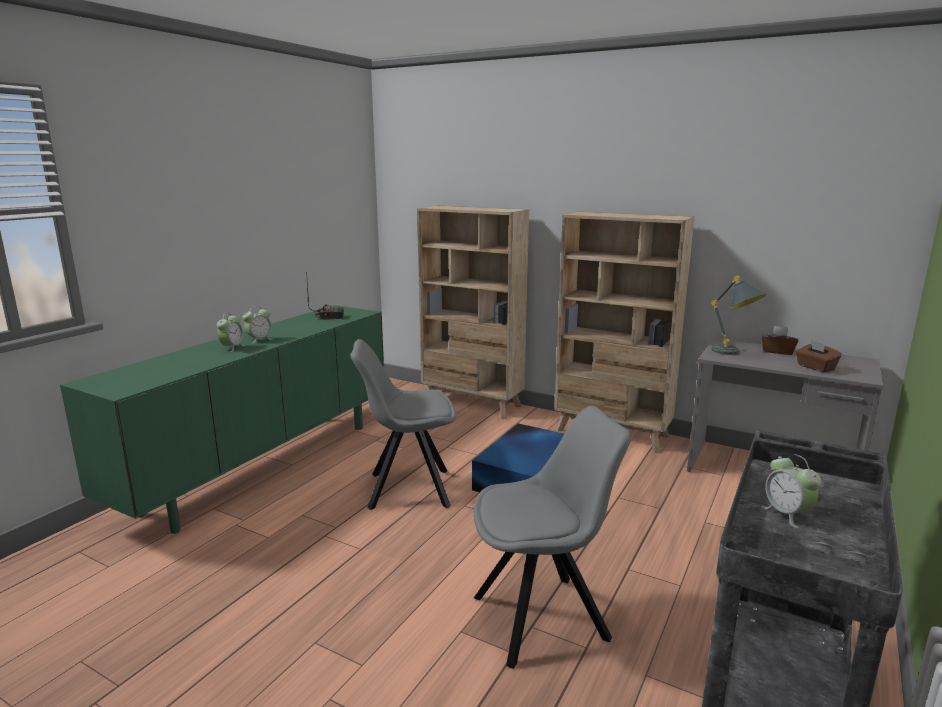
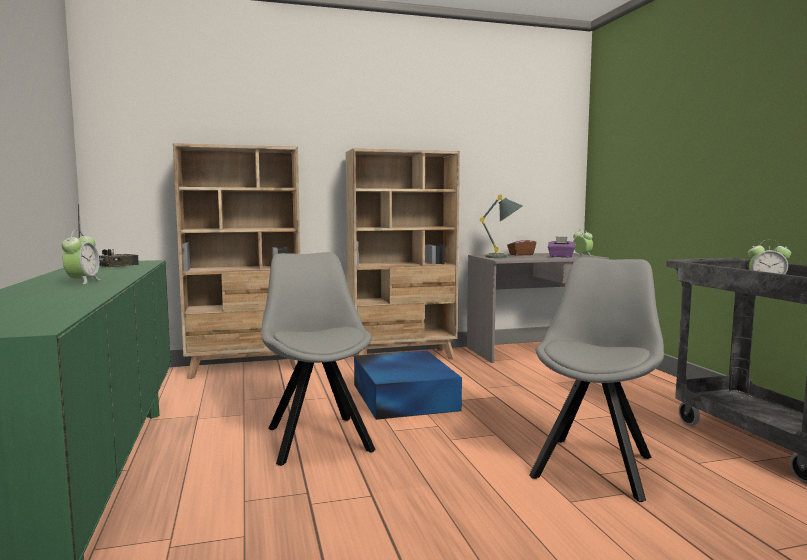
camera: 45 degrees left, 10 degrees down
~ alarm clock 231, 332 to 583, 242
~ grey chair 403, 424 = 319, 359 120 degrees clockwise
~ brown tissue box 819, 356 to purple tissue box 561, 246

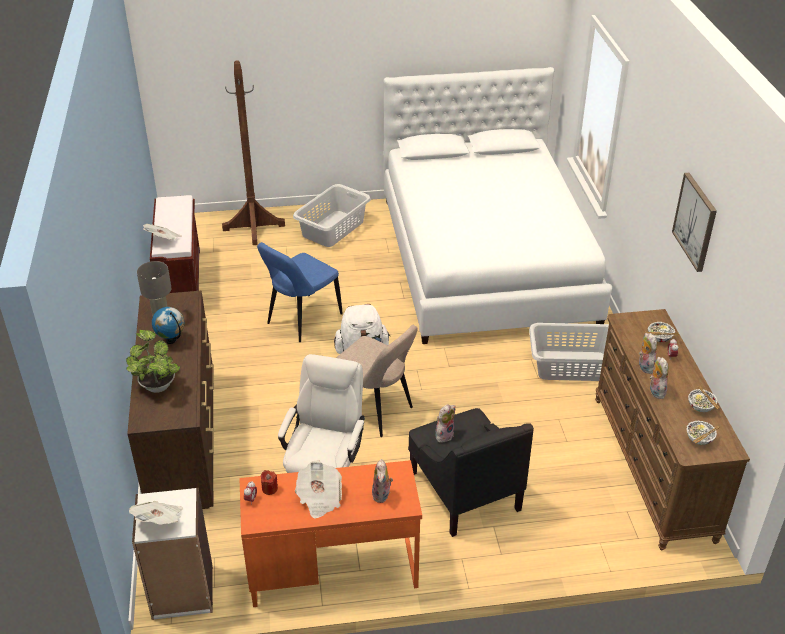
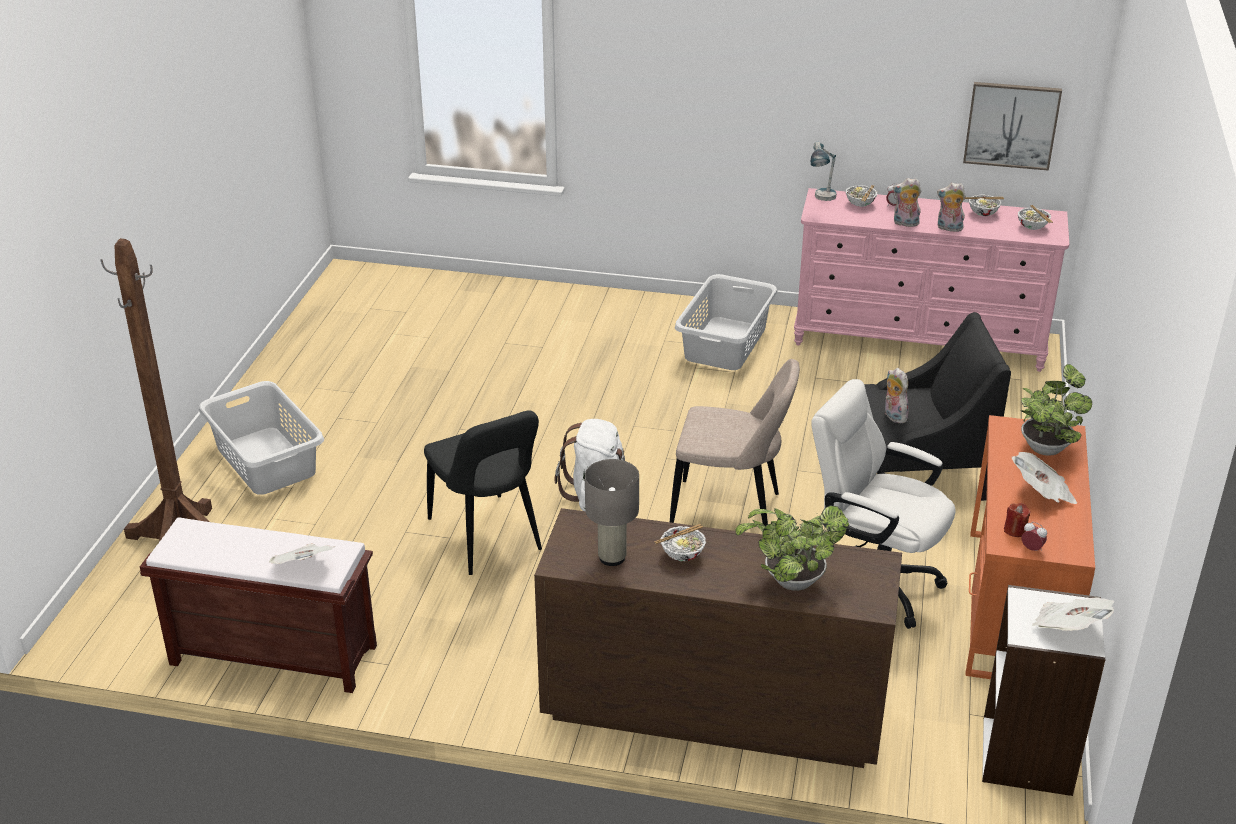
camera: 70 degrees left, 5 degrees down
~ globe 168, 325 to bowl 680, 542
~ blue chair 300, 292 to black chair 483, 492
~ beige chair 377, 381 = 735, 442 45 degrees clockwise
~ plush toy 382, 481 to potted plant 1056, 410
- white bed 497, 205
~ brown dresser 672, 429 to pink dresser 931, 280
~ picture 694, 222 to 1012, 126
+ table lamp 823, 171

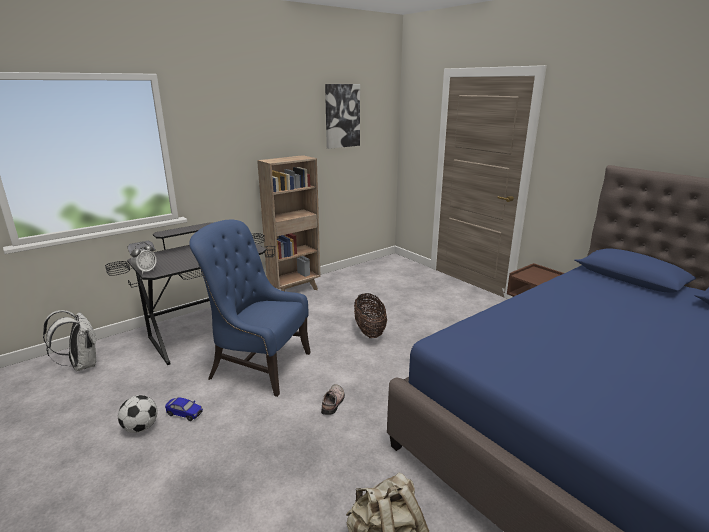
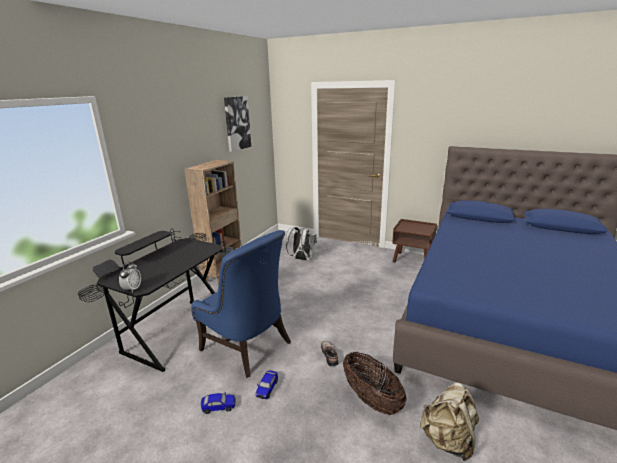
camera: 25 degrees left, 0 degrees up
~ white backpack 69, 340 to 301, 244
- football 138, 414
~ blue chair 250, 308 = 241, 304 135 degrees counterclockwise
~ basket 370, 315 to 375, 383
+ toy car 267, 385

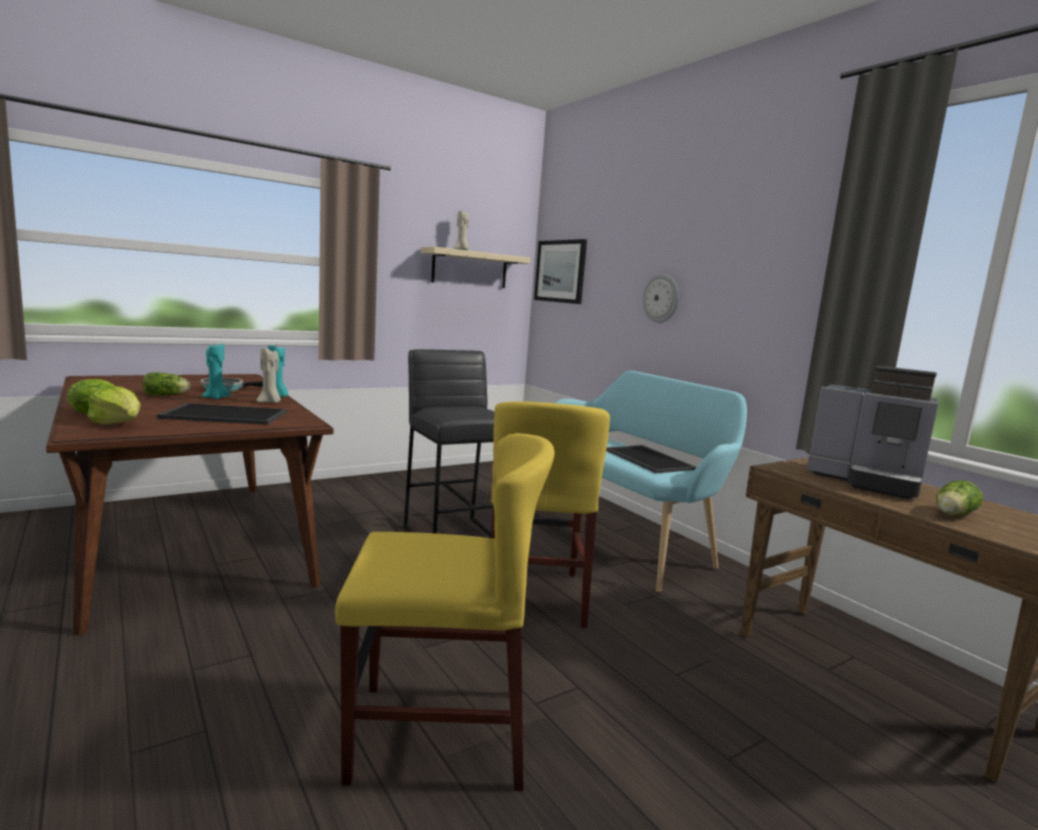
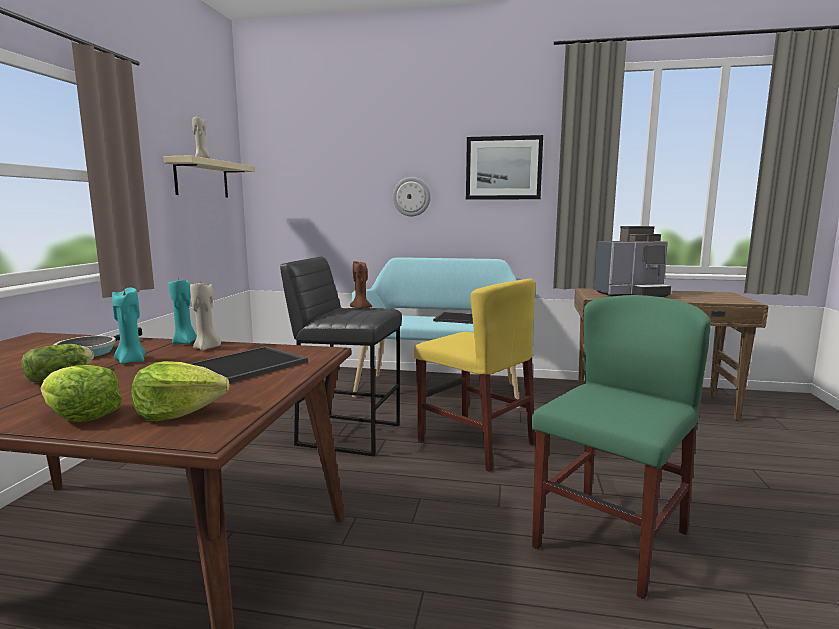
camera: 45 degrees left, 0 degrees up
~ yellow chair 445, 612 to green chair 621, 447
~ picture 560, 271 to 504, 167
- lettuce 959, 498
+ brown candle 361, 285

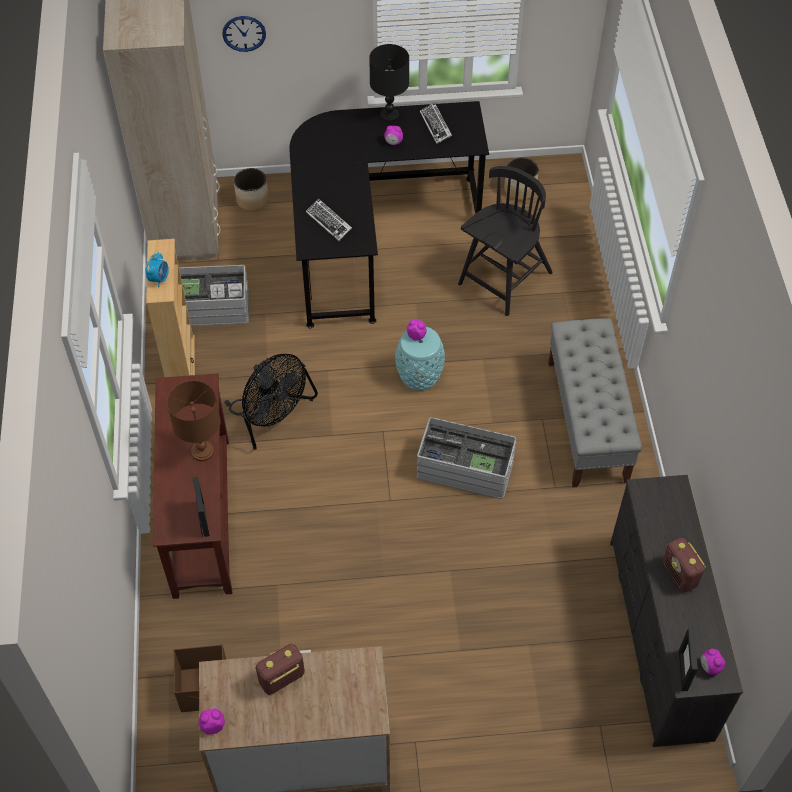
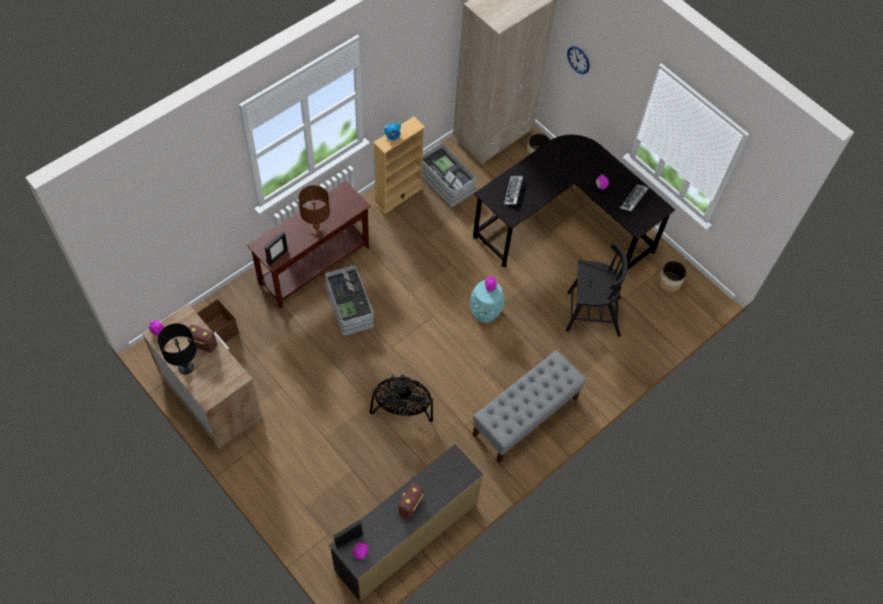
camera: 50 degrees right, 5 degrees up
~ black fan 271, 402 to 401, 398
~ black table lamp 389, 83 to 177, 348
~ grey storage box 466, 458 to 349, 300

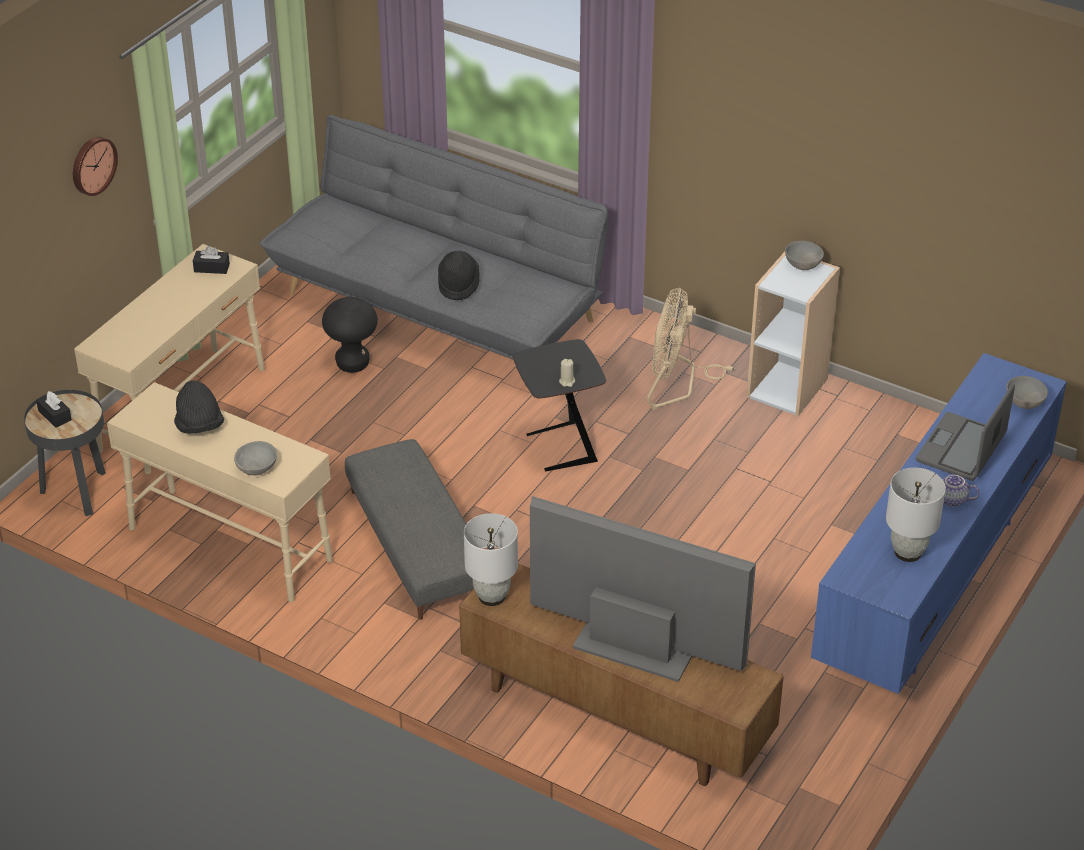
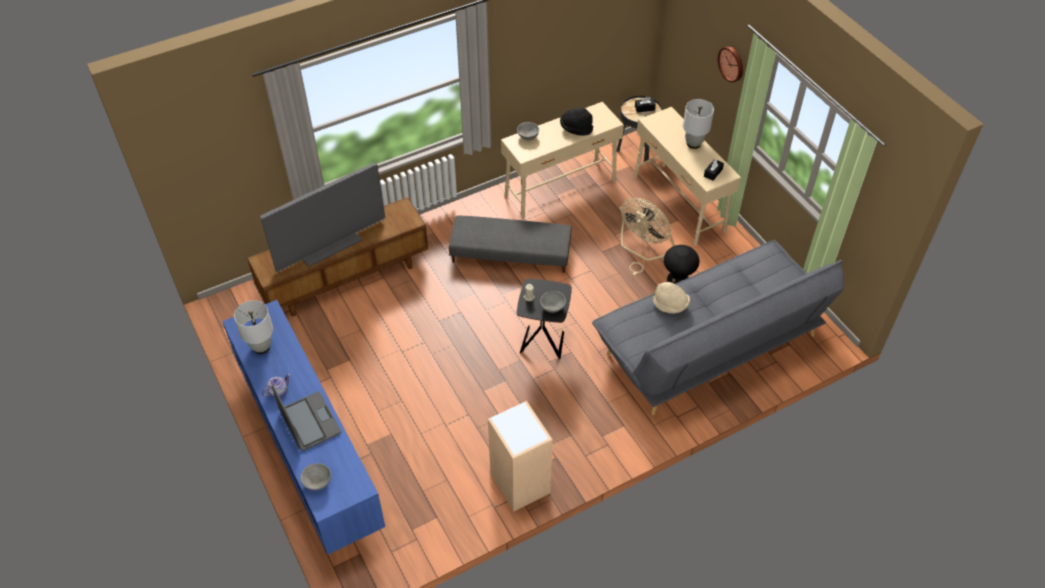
camera: 120 degrees right, 10 degrees up
~ black hat 459, 275 to beige hat 671, 298
~ white table lamp 491, 559 to 698, 124
~ beige fan 691, 349 to 647, 237
~ grey bowl 804, 255 to 553, 302

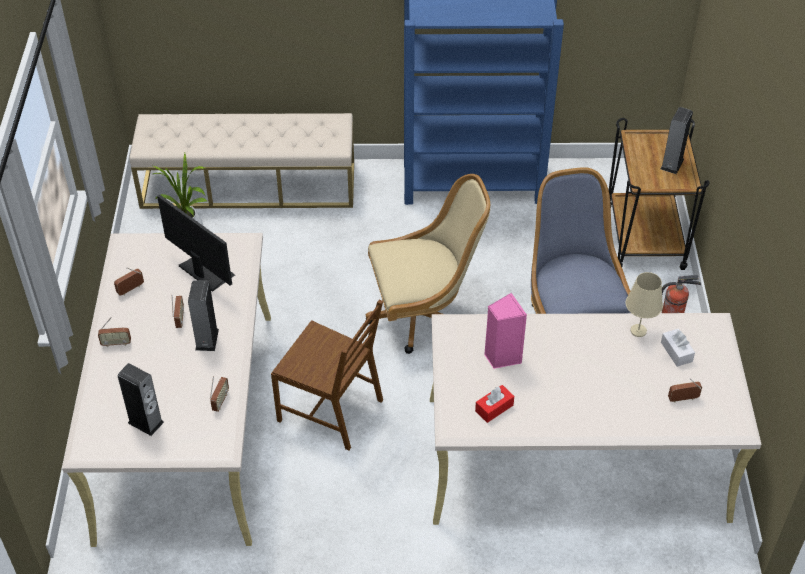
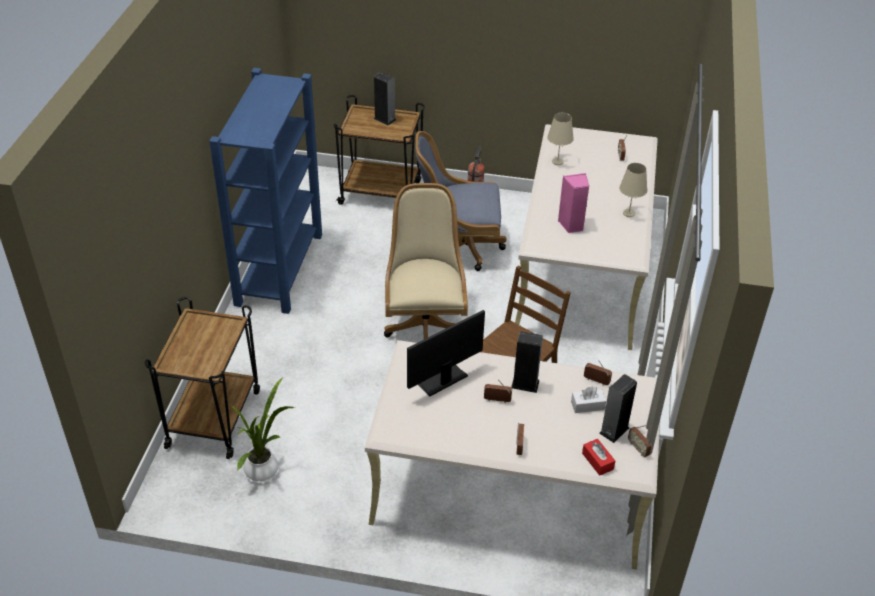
camera: 80 degrees left, 5 degrees down
~ radio 129, 281 to 640, 441
~ beige bench 241, 161 to brown cart 202, 378
~ red tissue box 494, 404 to 598, 457
~ white tissue box 678, 347 to 588, 400
+ beige table lamp 633, 190

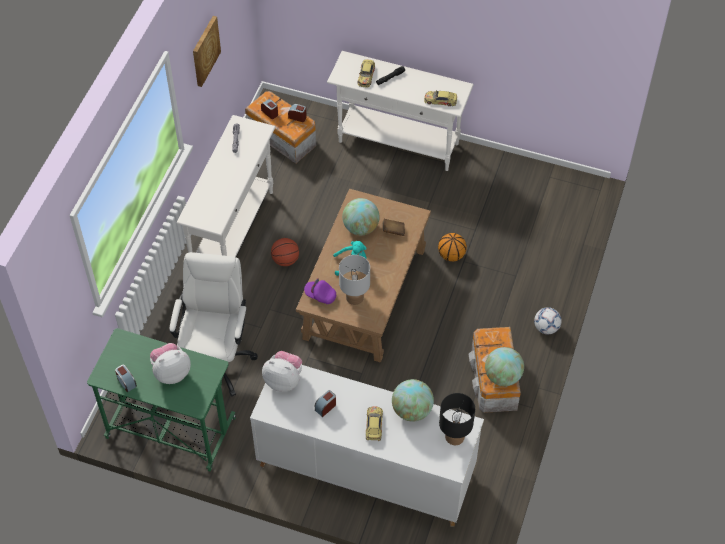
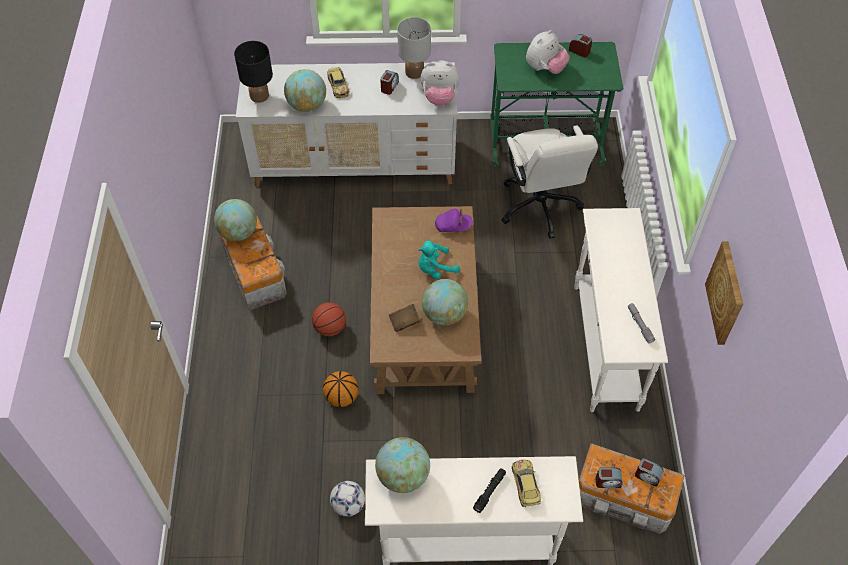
camera: 160 degrees right, 0 degrees up
~ basketball 285, 252 to 329, 319
~ grey table lamp 354, 280 to 414, 48
~ toy car 440, 98 to globe 402, 465
~ football 547, 320 to 347, 499

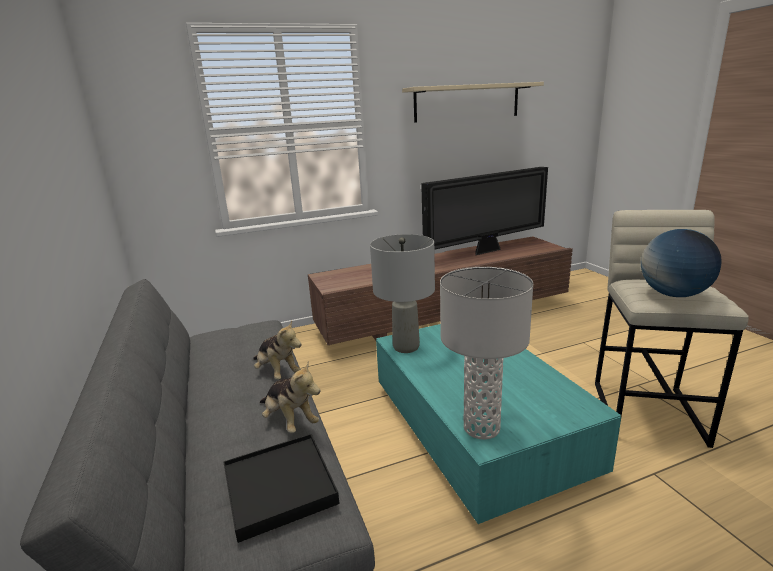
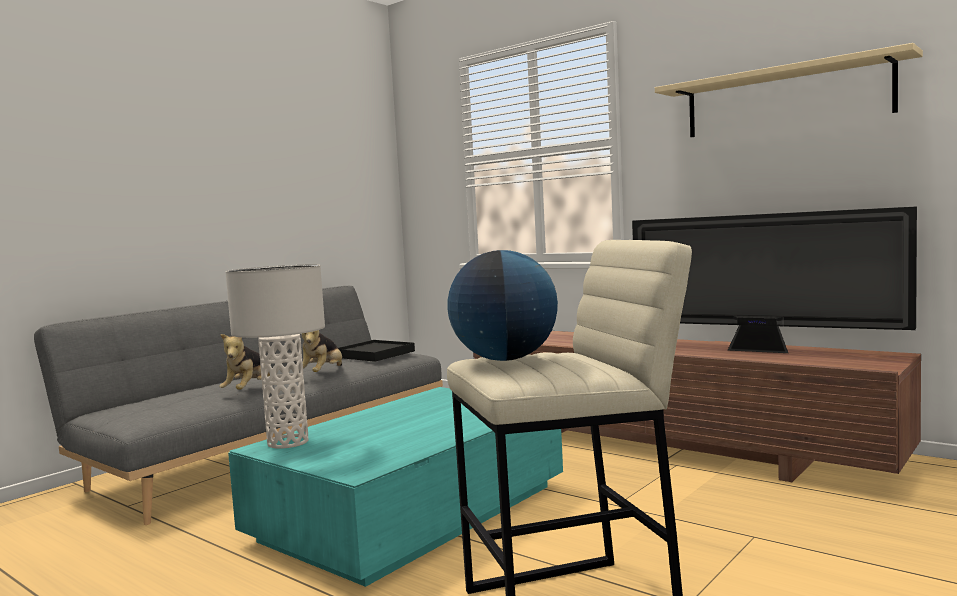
camera: 60 degrees right, 15 degrees down
~ black tray 281, 488 to 376, 351
- grey table lamp 402, 293

